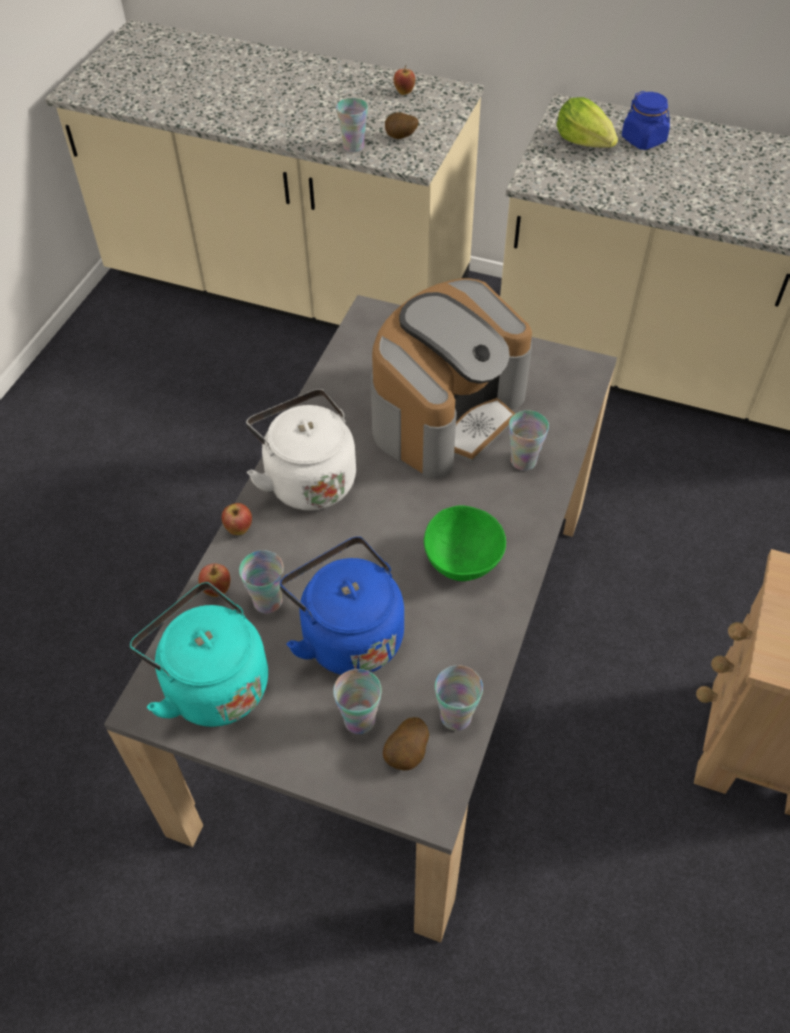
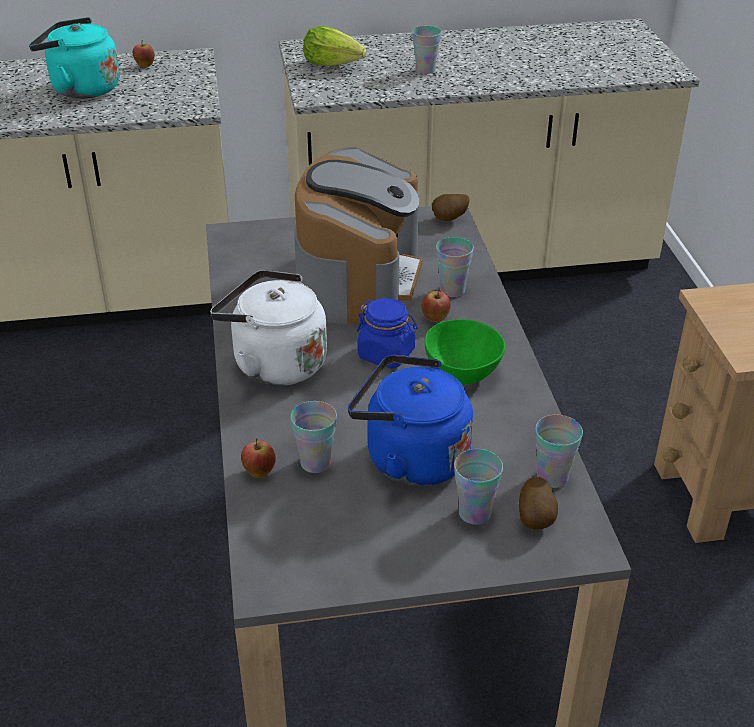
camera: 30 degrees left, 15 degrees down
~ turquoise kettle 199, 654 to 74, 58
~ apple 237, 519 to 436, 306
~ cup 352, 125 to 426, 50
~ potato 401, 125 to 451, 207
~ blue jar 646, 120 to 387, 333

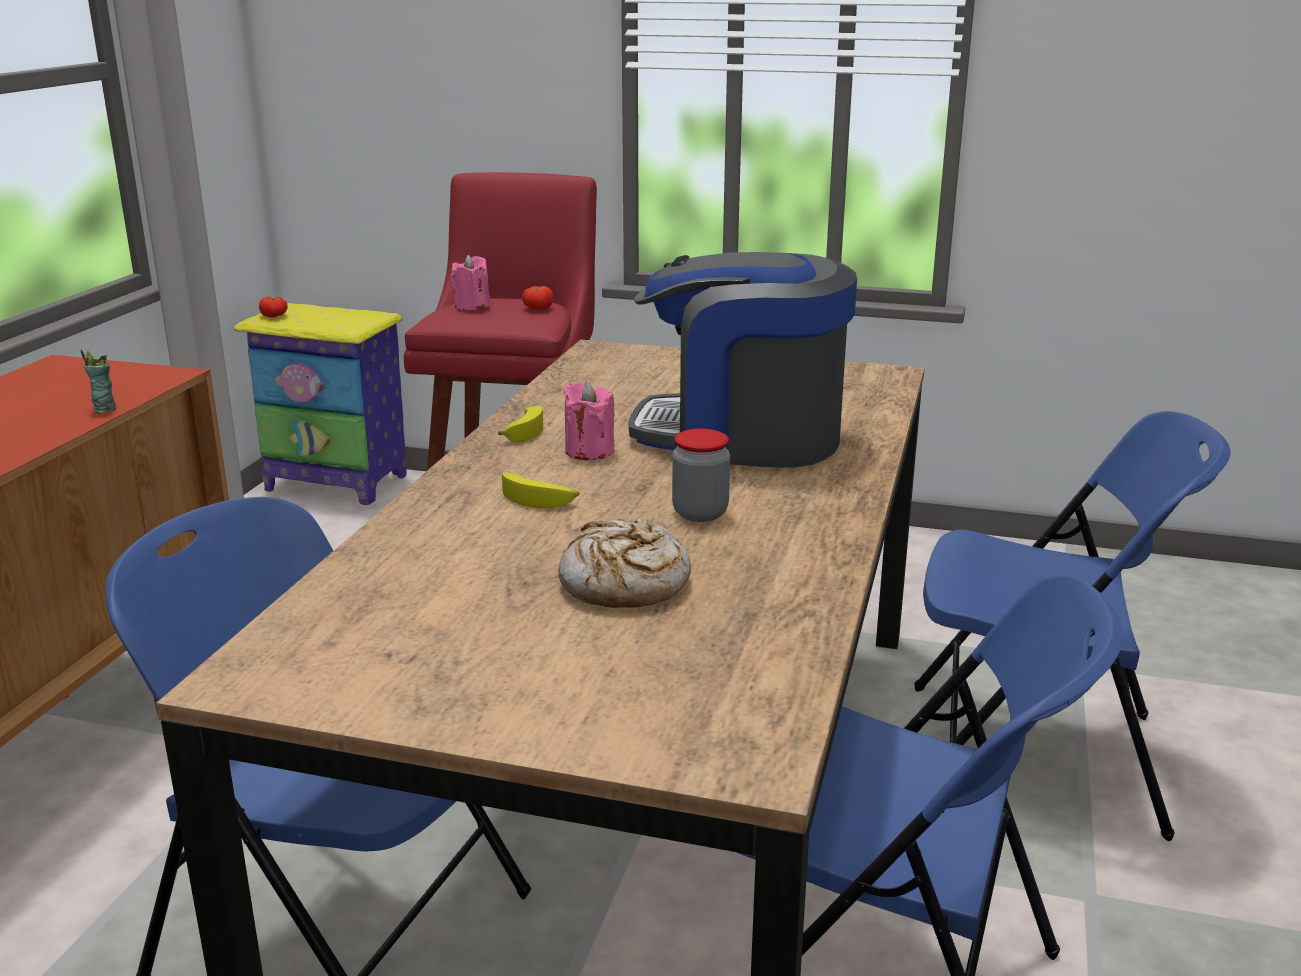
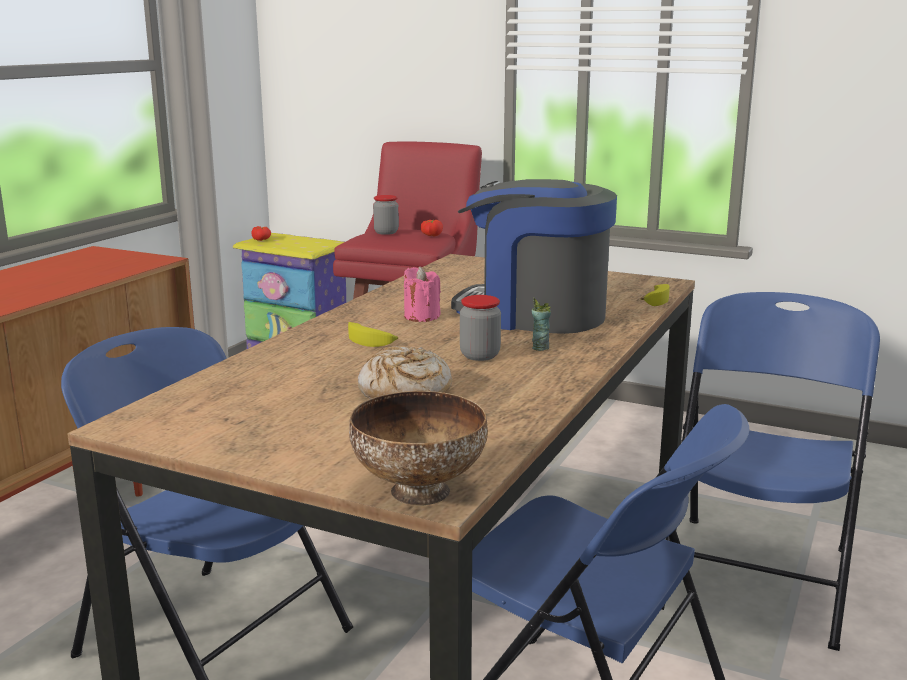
camera: 10 degrees right, 5 degrees down
~ cup 98, 382 to 541, 324
~ pink candle 470, 282 to jar 386, 215
~ banana 520, 424 to 655, 295
~ blue chair 1072, 626 = 770, 471 90 degrees counterclockwise
+ bowl 418, 448

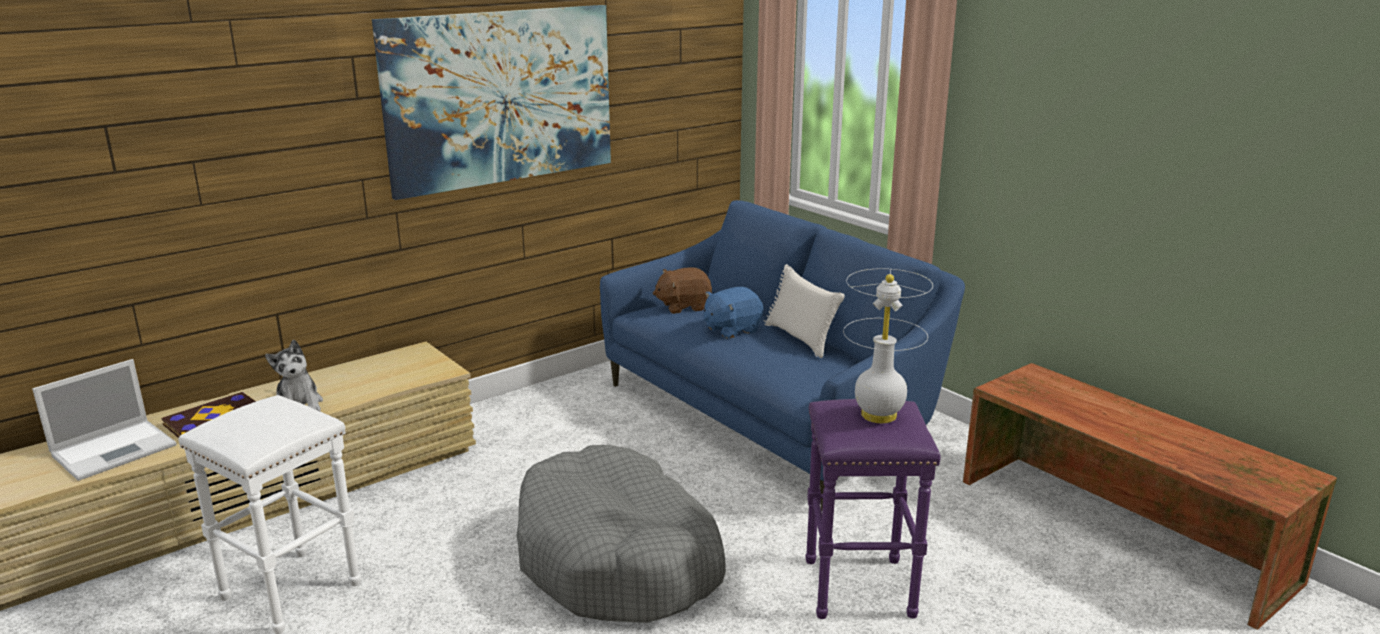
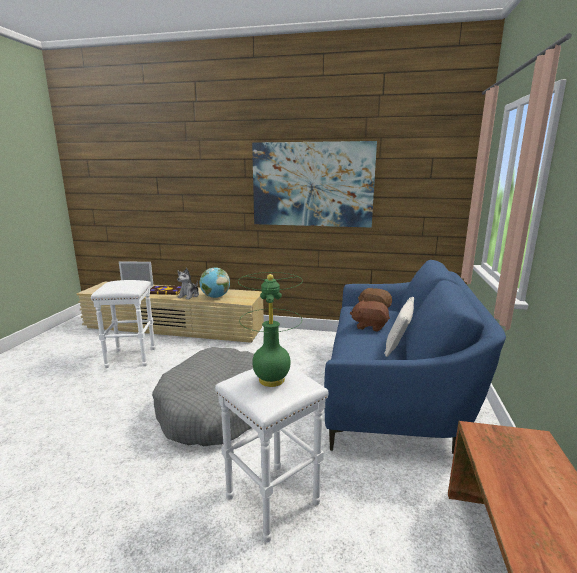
camera: 50 degrees right, 5 degrees down
~ blue plush toy 733, 313 to brown plush toy 370, 316
~ purple stool 873, 509 to white stool 271, 454
~ white table lamp 888, 345 to green table lamp 270, 329
+ globe 215, 282

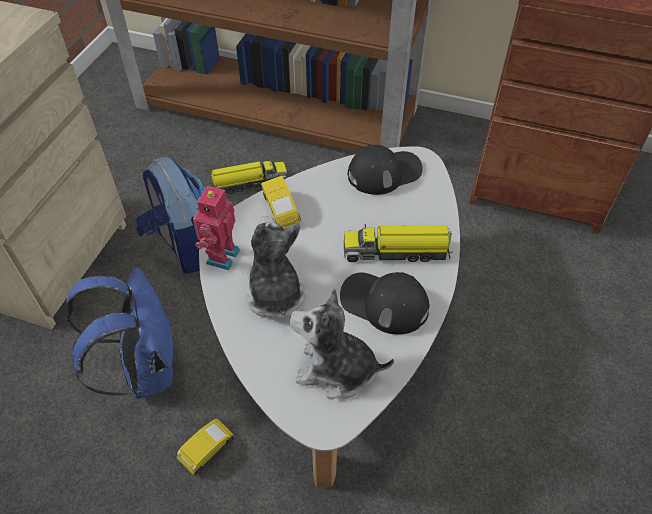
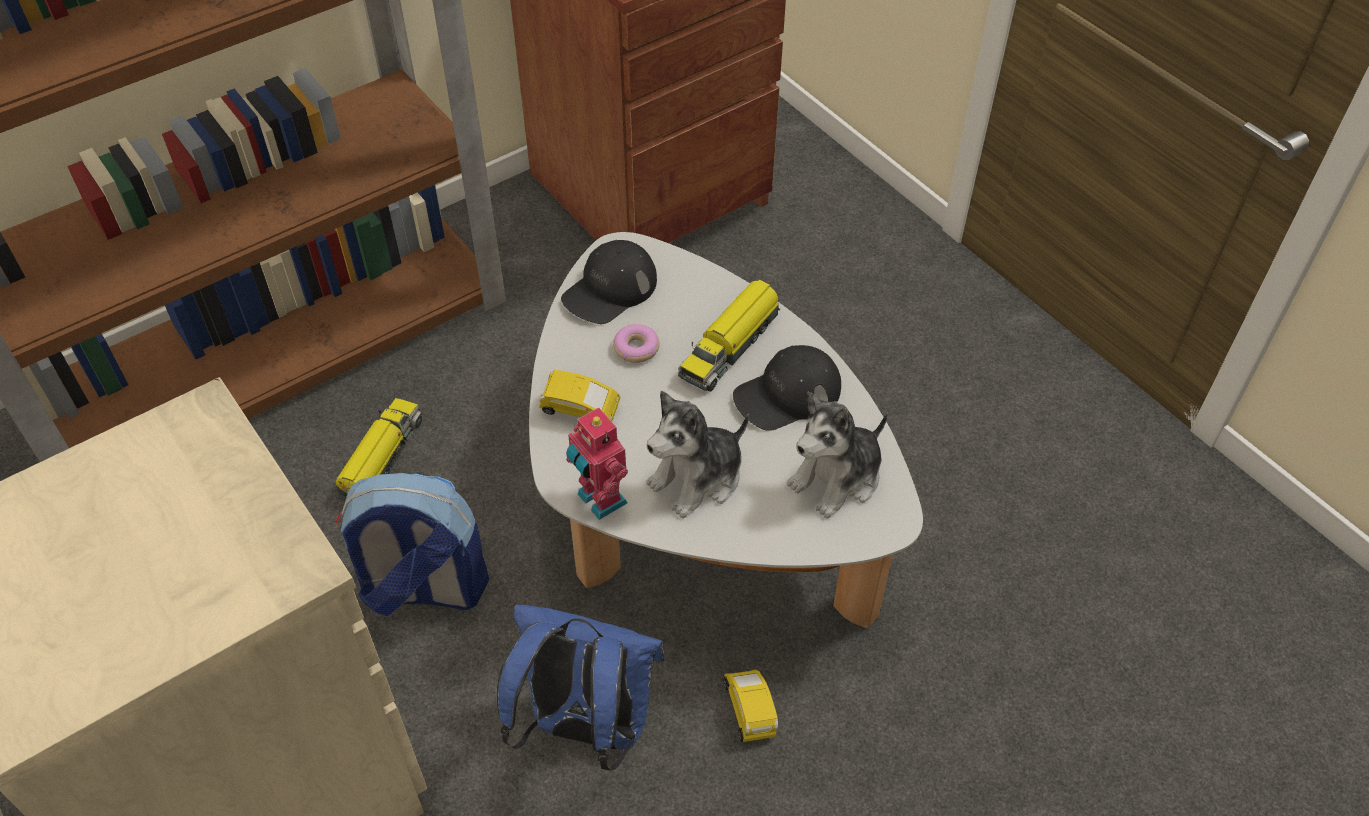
camera: 55 degrees left, 0 degrees up
~ plush toy 275, 267 = 697, 454 60 degrees counterclockwise
~ black cap 385, 170 = 609, 282 150 degrees counterclockwise
+ donut 636, 343

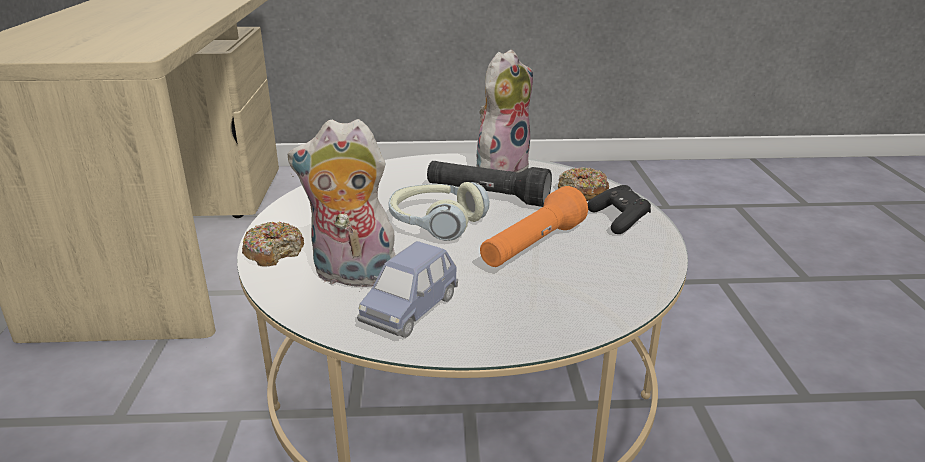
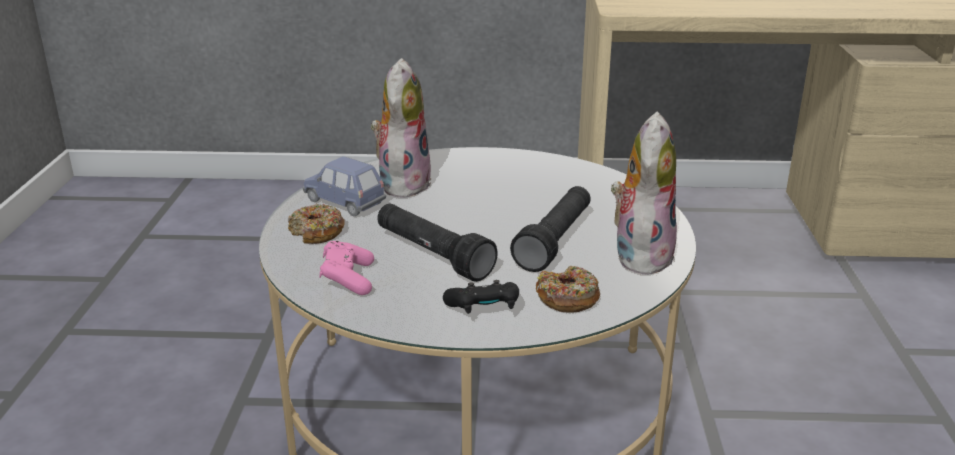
camera: 95 degrees right, 0 degrees up
~ donut 273, 244 to 316, 224
- headphones 439, 211
~ plush toy 504, 111 = 644, 193 120 degrees counterclockwise
~ orange flashlight 534, 226 to black flashlight 437, 243
+ pink game controller 346, 268

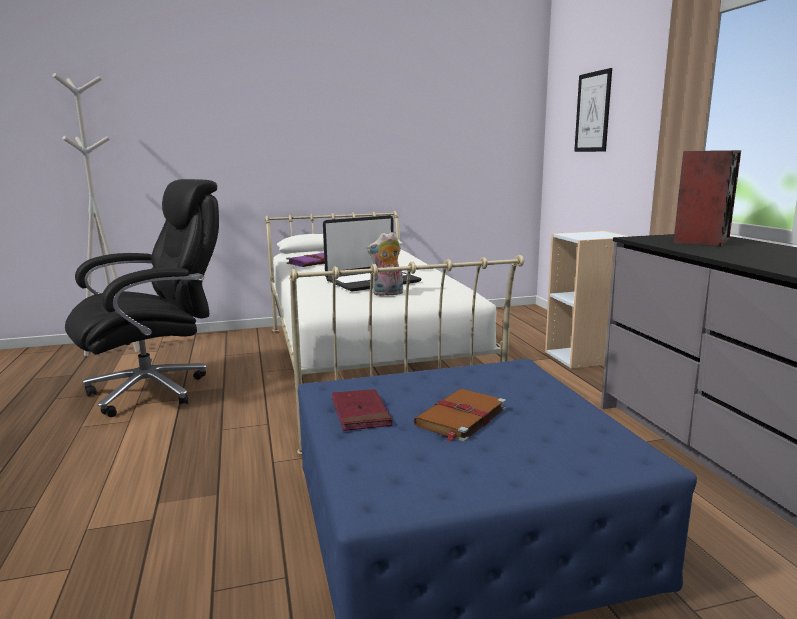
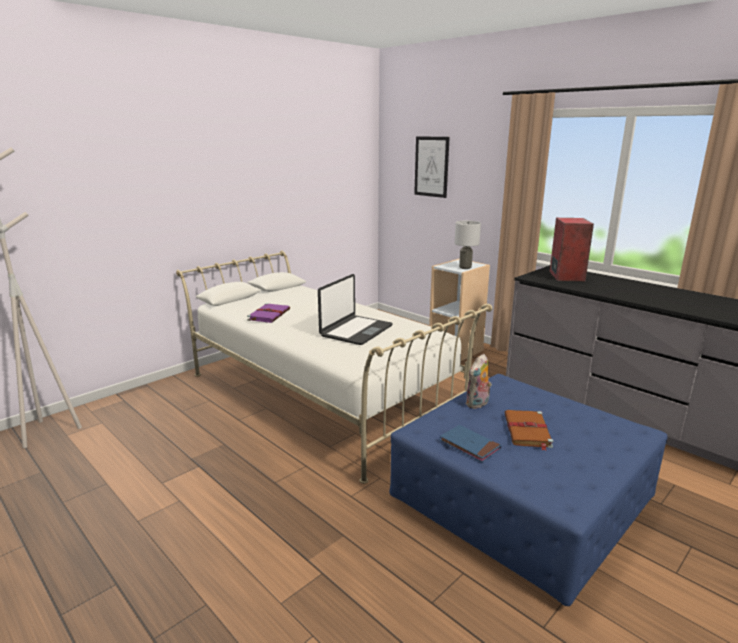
camera: 30 degrees left, 5 degrees up
- black office chair 142, 298
~ red book 362, 410 to blue book 470, 444
~ plush toy 385, 264 to 478, 381
+ white table lamp 468, 245

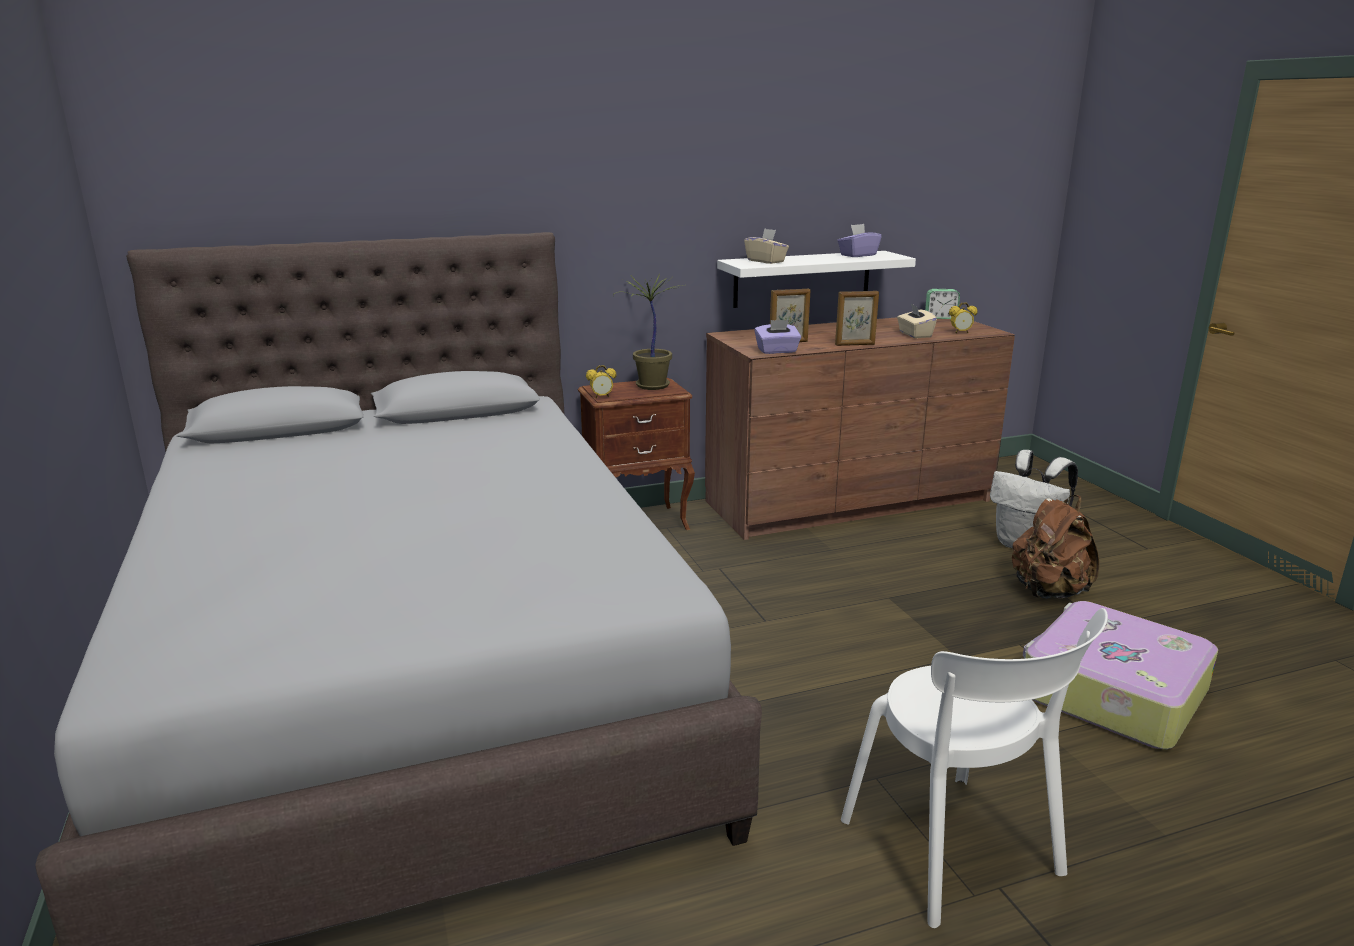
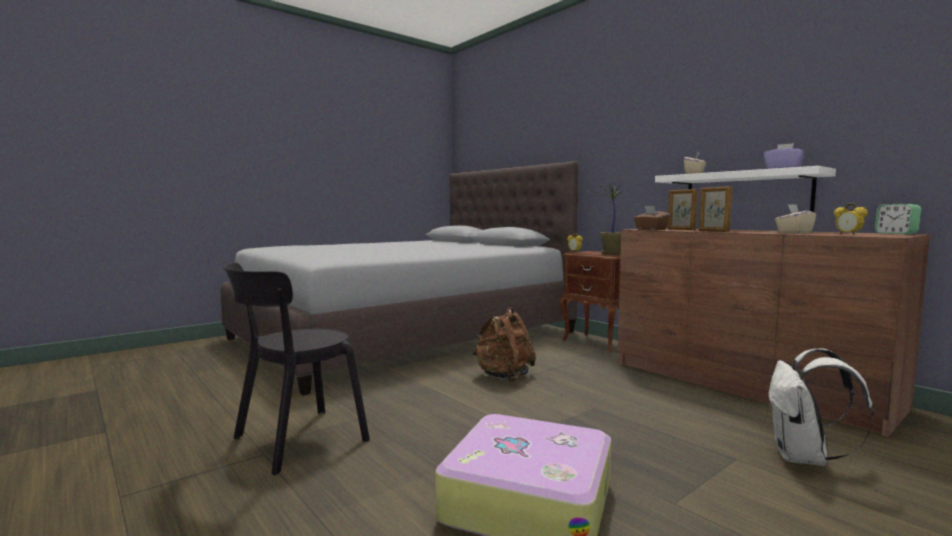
camera: 70 degrees right, 15 degrees down
~ purple tissue box 777, 337 to brown tissue box 652, 218
~ white chair 974, 768 to black chair 296, 368
~ brown backpack 1055, 547 to 504, 344

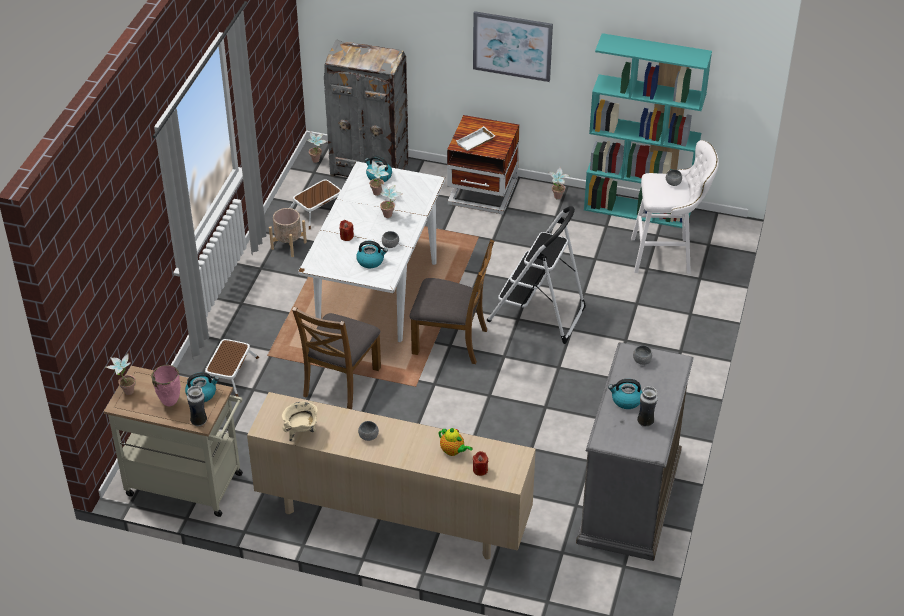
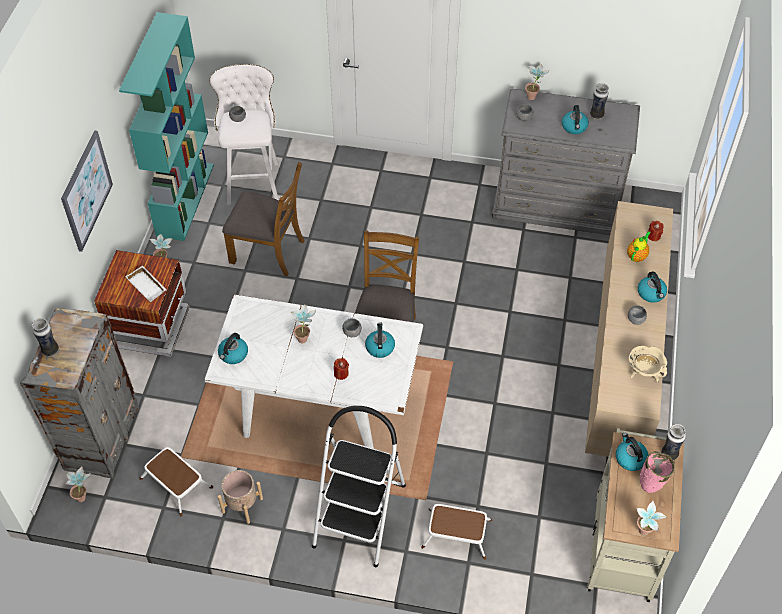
camera: 95 degrees left, 10 degrees up
~ brown chair 336, 358 to 263, 219
~ potted plant 378, 178 to 537, 82
~ step ladder 536, 275 to 359, 486
+ vase 45, 337
+ kettle 652, 287

